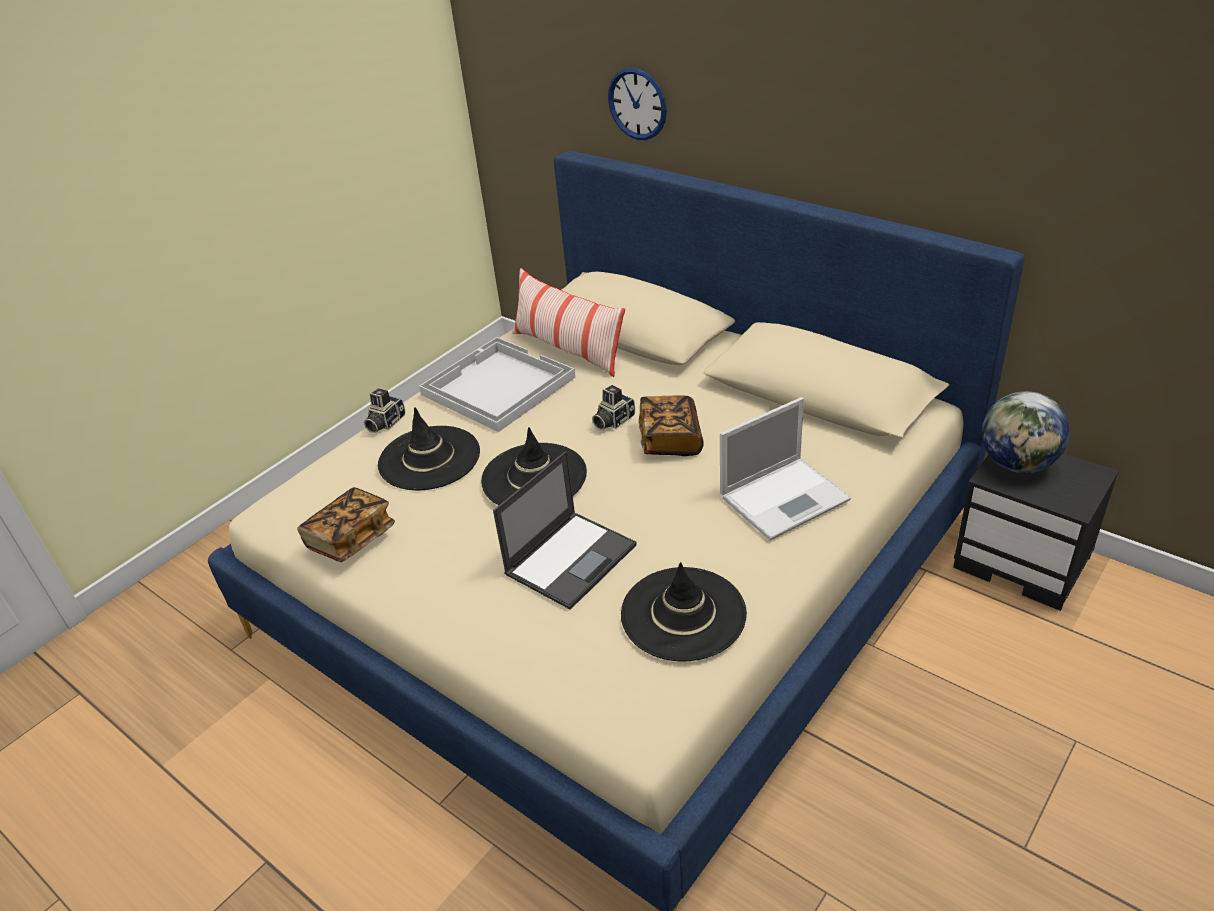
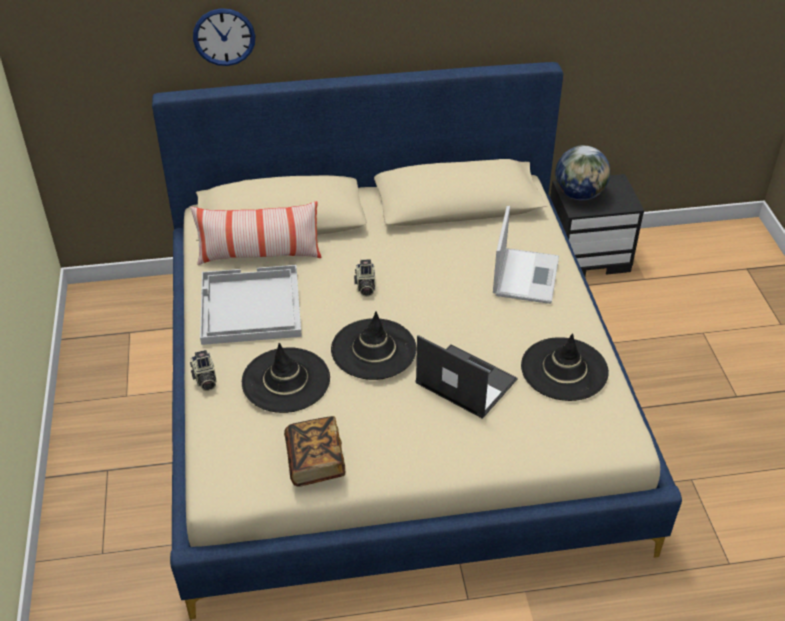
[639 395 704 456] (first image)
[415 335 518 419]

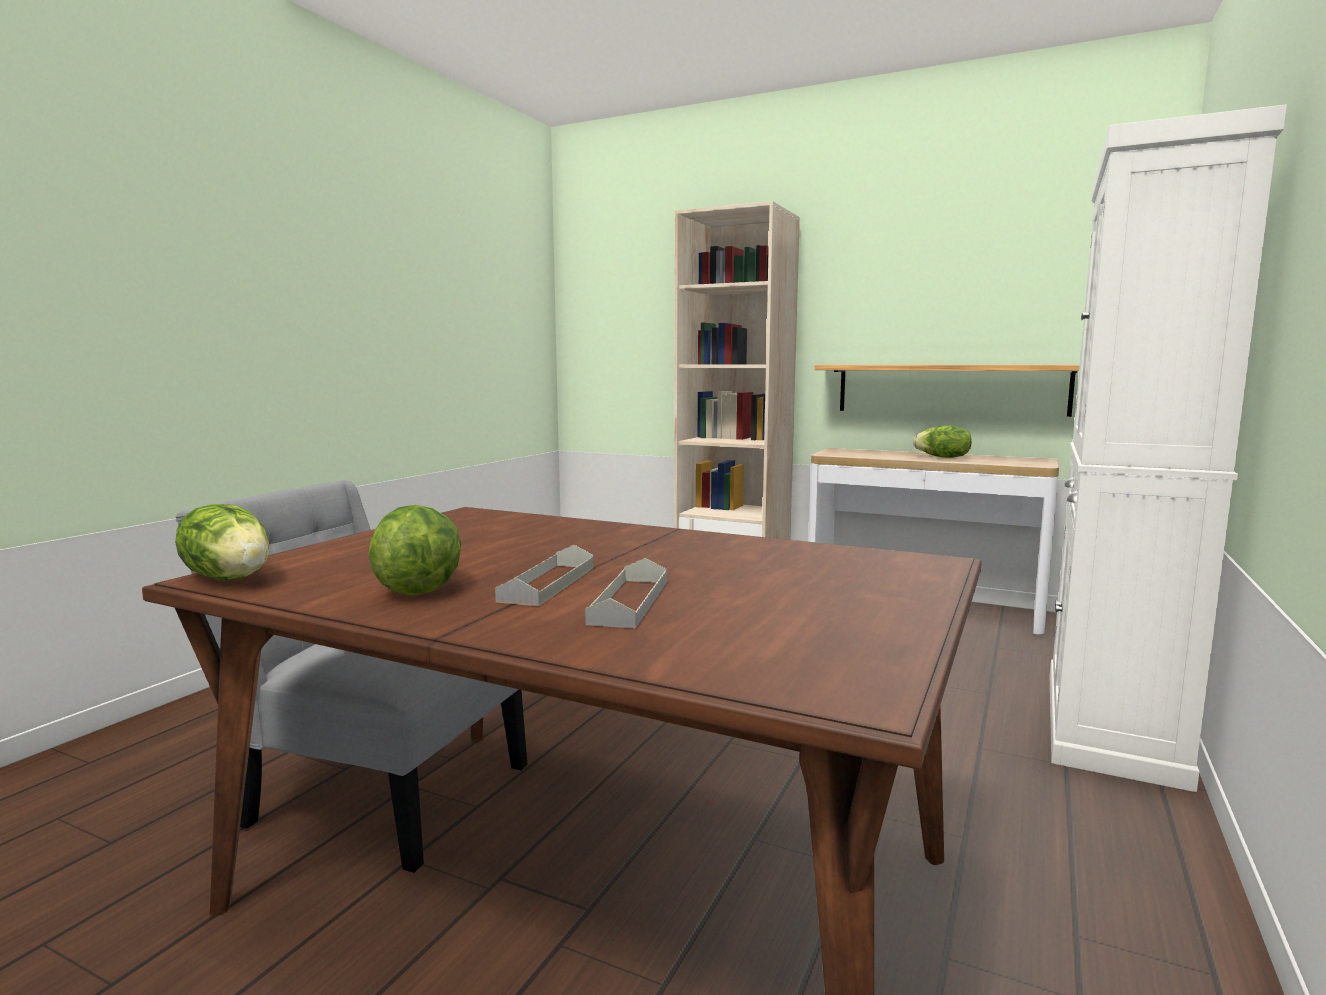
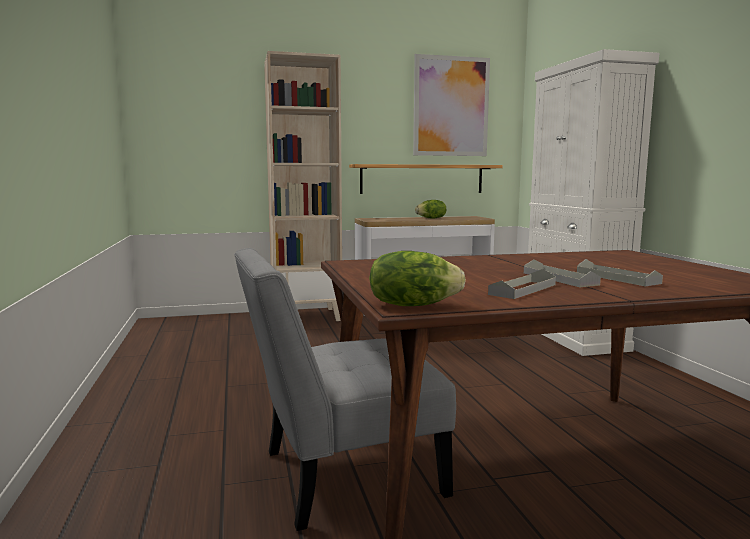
[413 54 490 156]
[488 269 556 299]

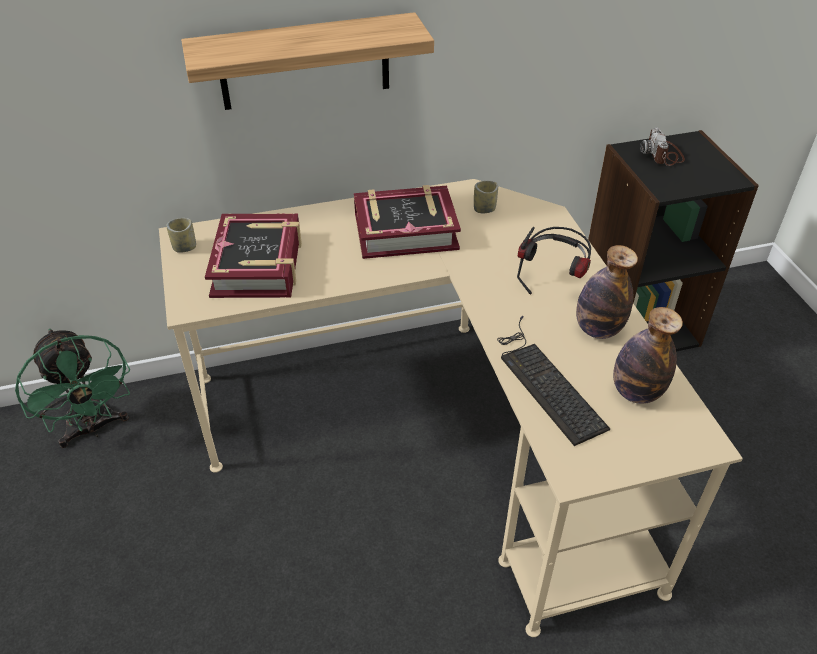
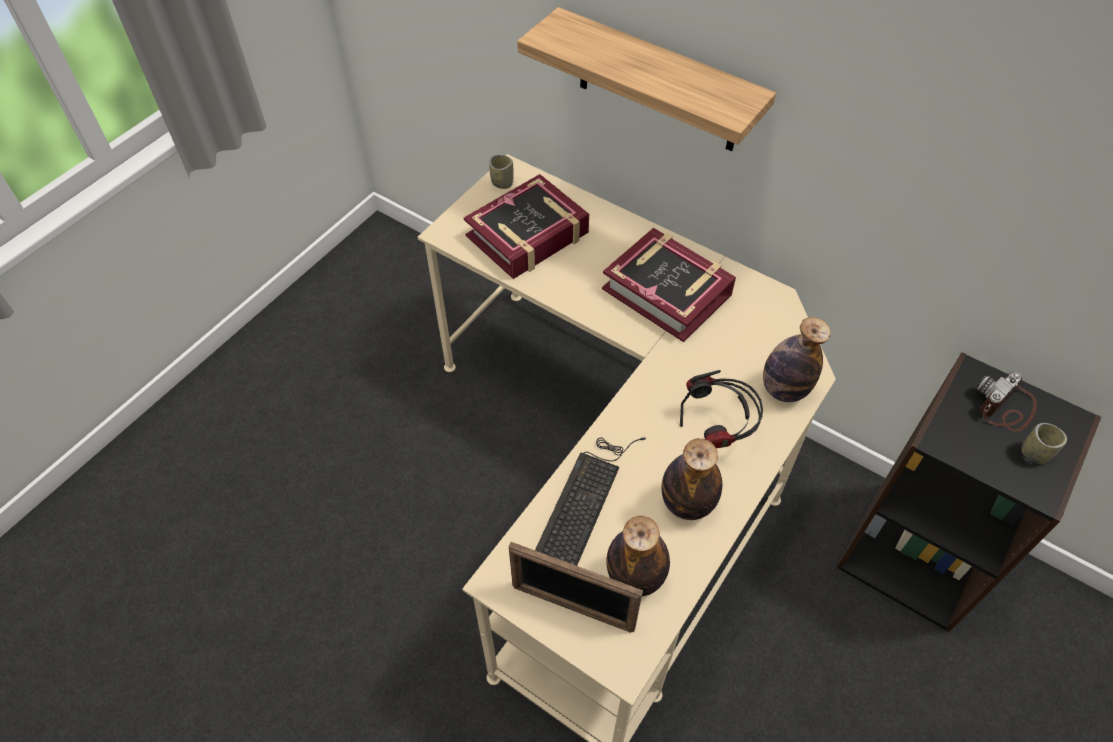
[15 329 130 448] (first image)
[509 542 643 633]
[763 317 831 402]
[1021 423 1067 464]

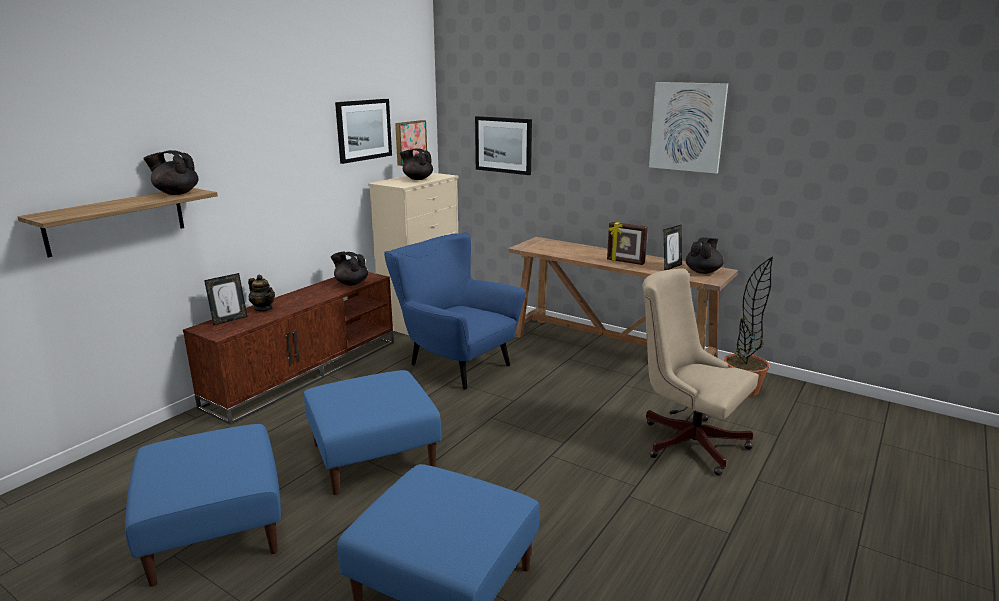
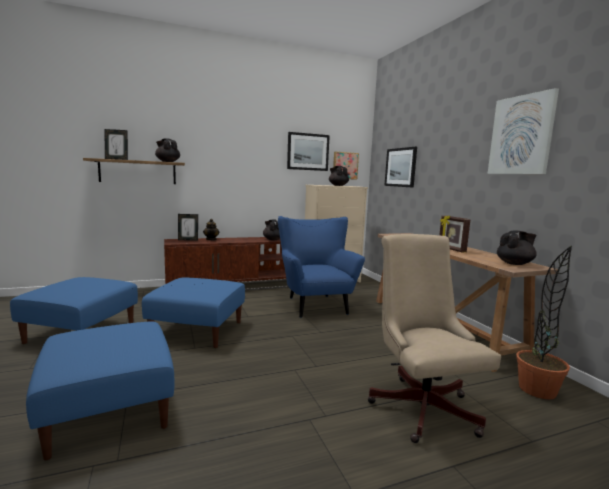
[105 129 128 160]

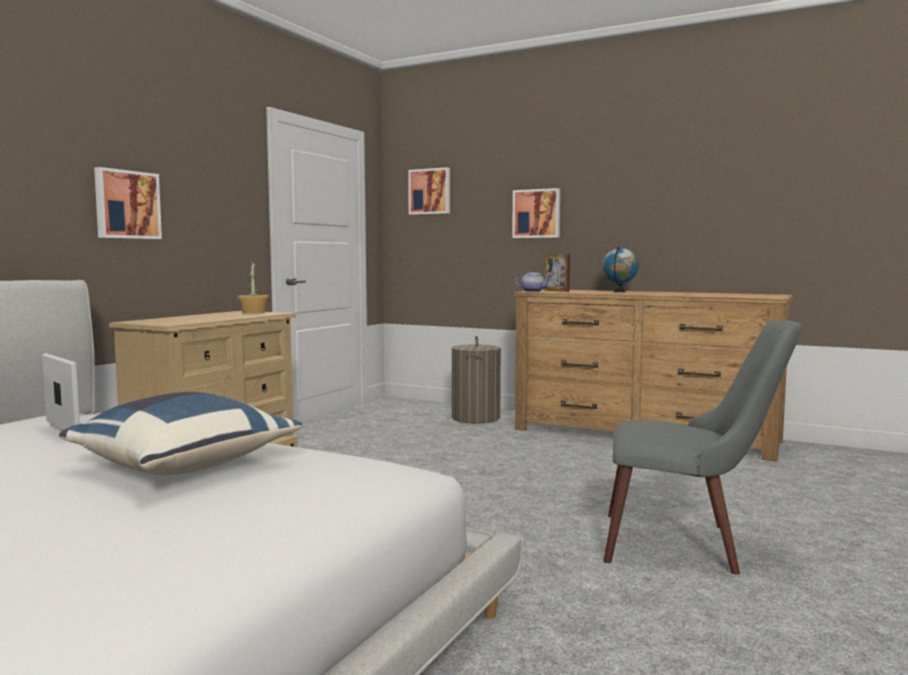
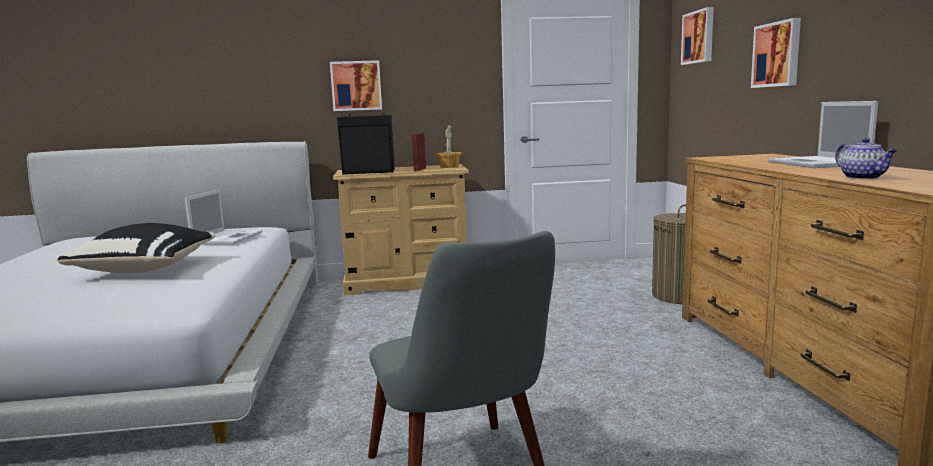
[337 113 395 175]
[835 138 897 179]
[412 133 426 171]
[768 101 878 168]
[57 223 216 273]

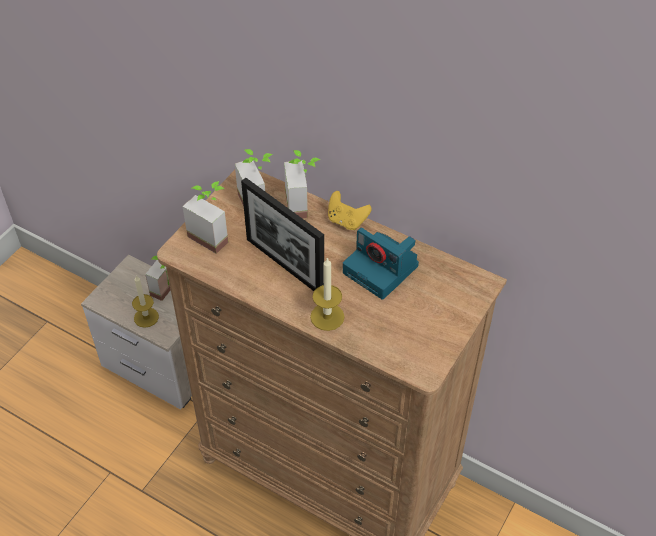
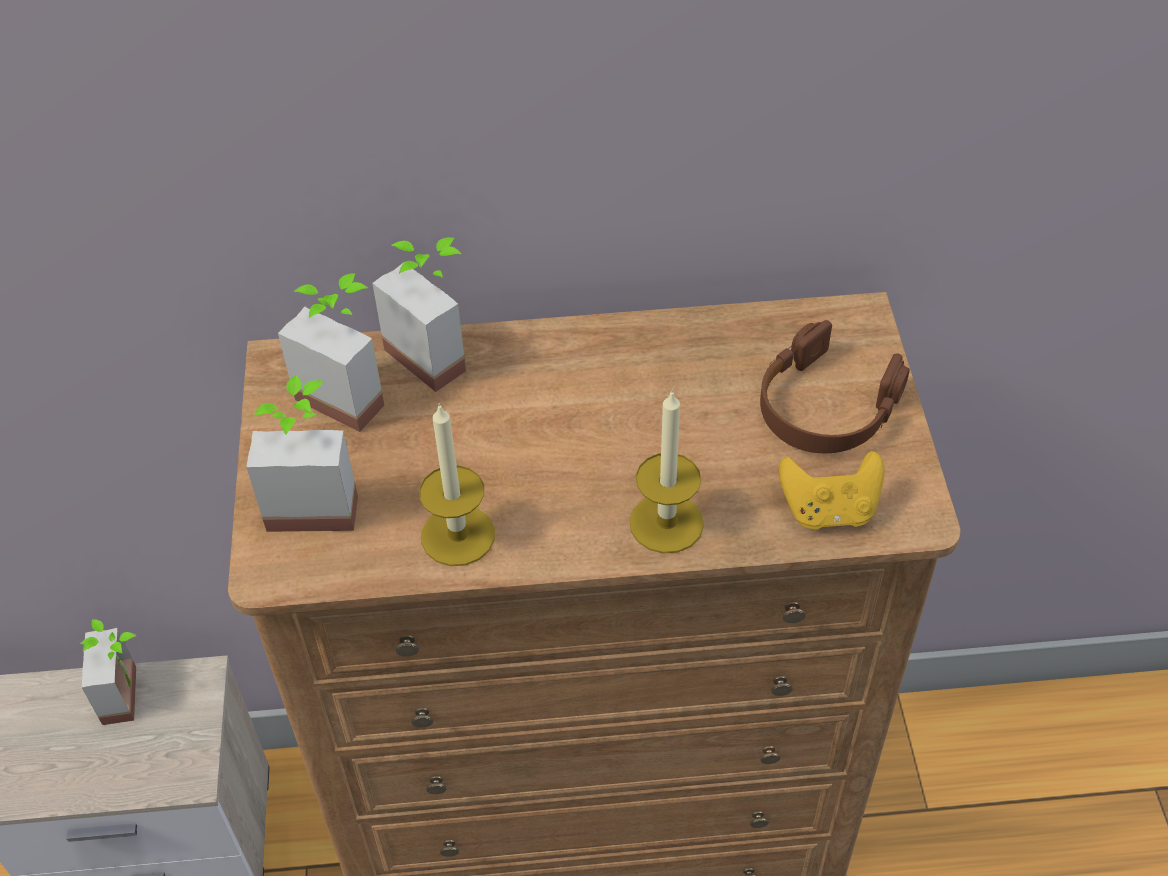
[241 178 324 291] (first image)
[343 228 419 300] (first image)
[760 320 910 453]
[419 403 495 566]
[778 451 884 529]

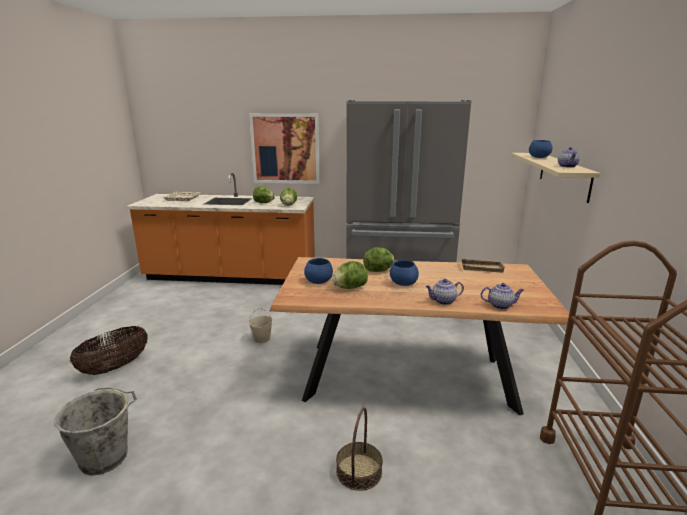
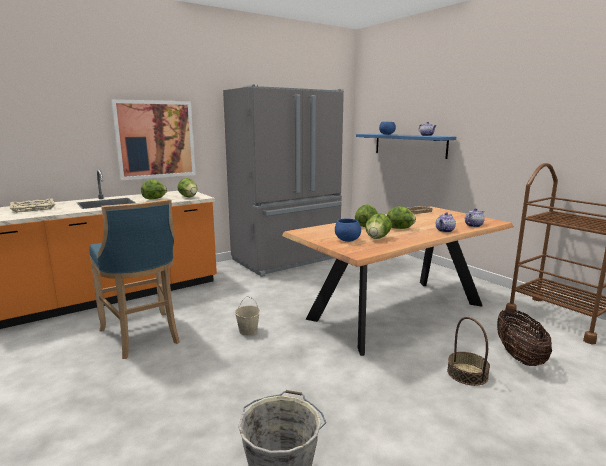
[90 199 180 359]
[497 309 552 366]
[387 206 416 229]
[356 134 456 159]

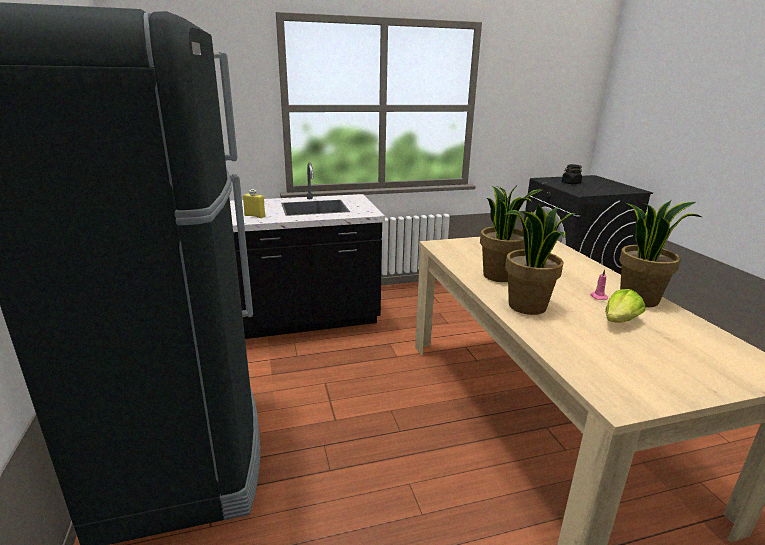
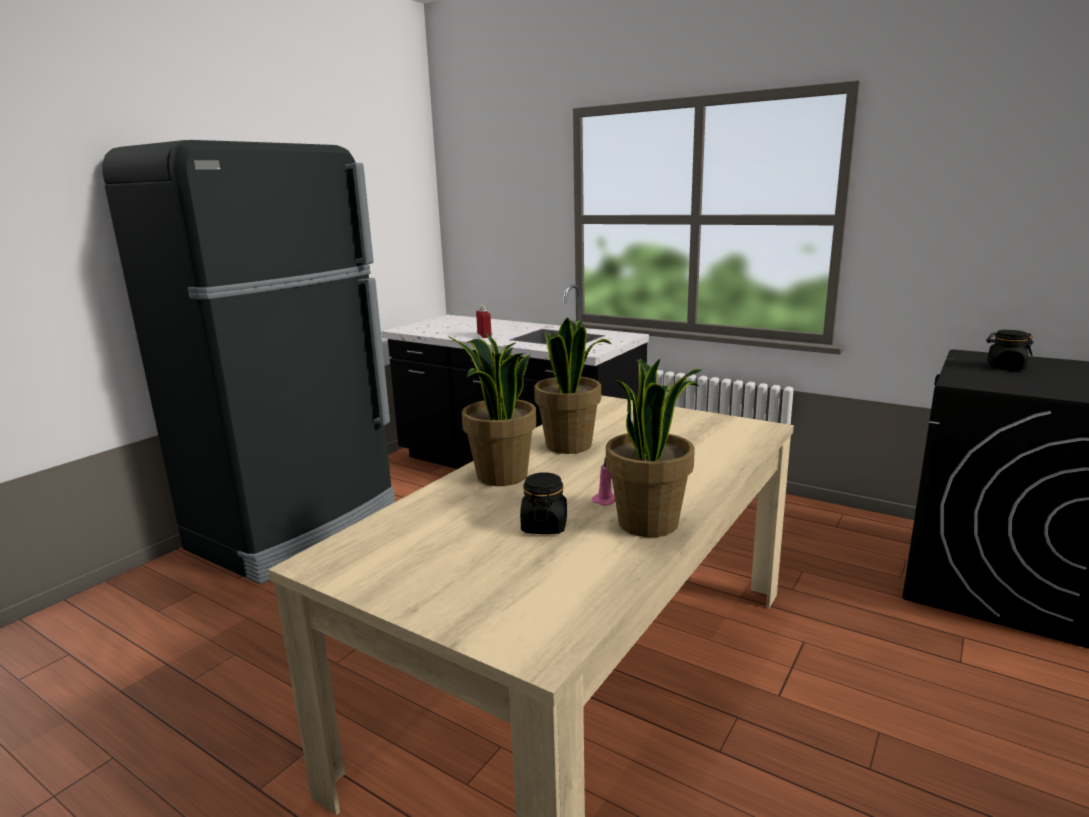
[520 472 567 534]
[476 305 492 338]

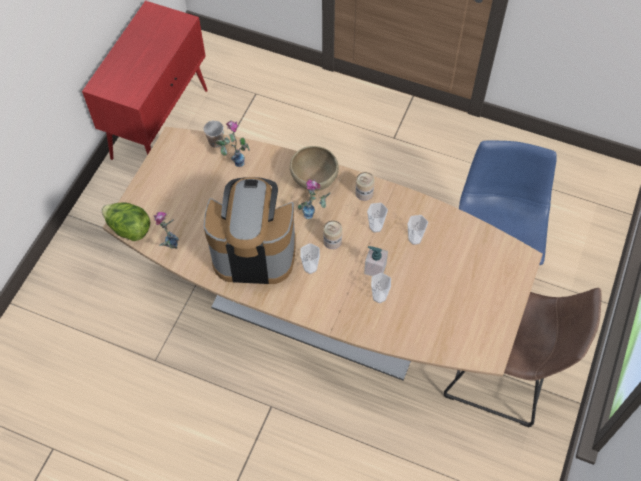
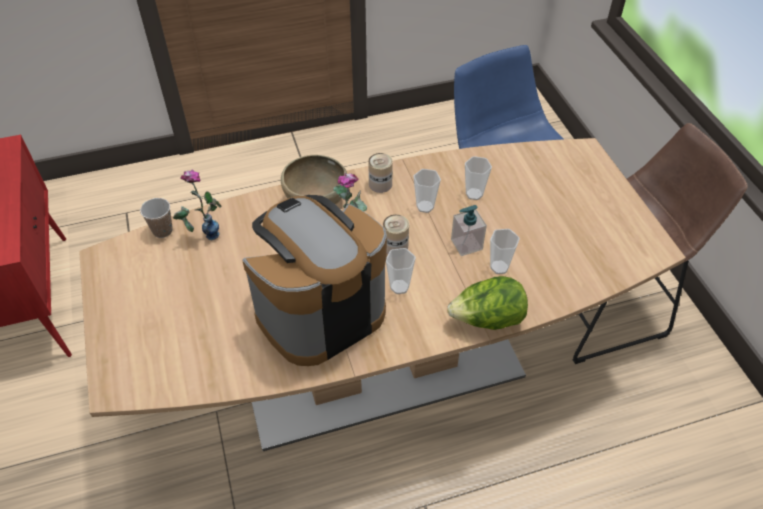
[154 212 179 249] (first image)
[447 276 528 330]

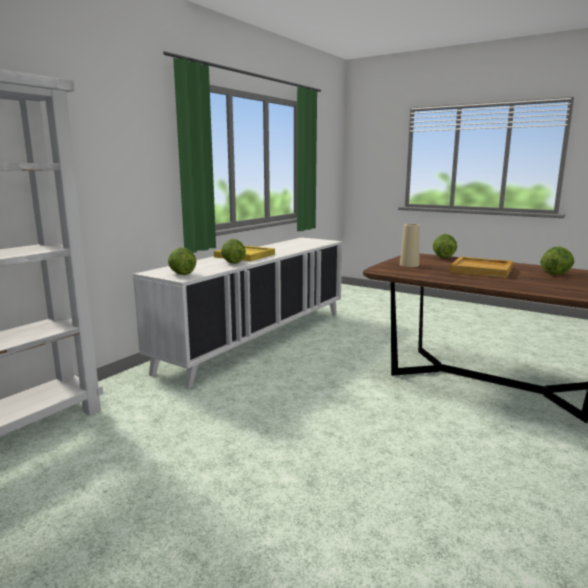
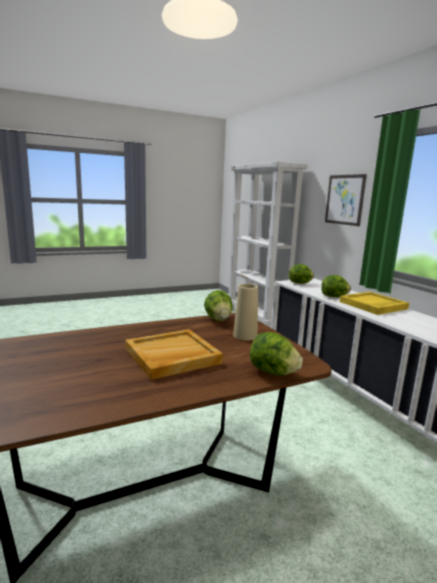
[325 174 367 226]
[204 290 233 321]

